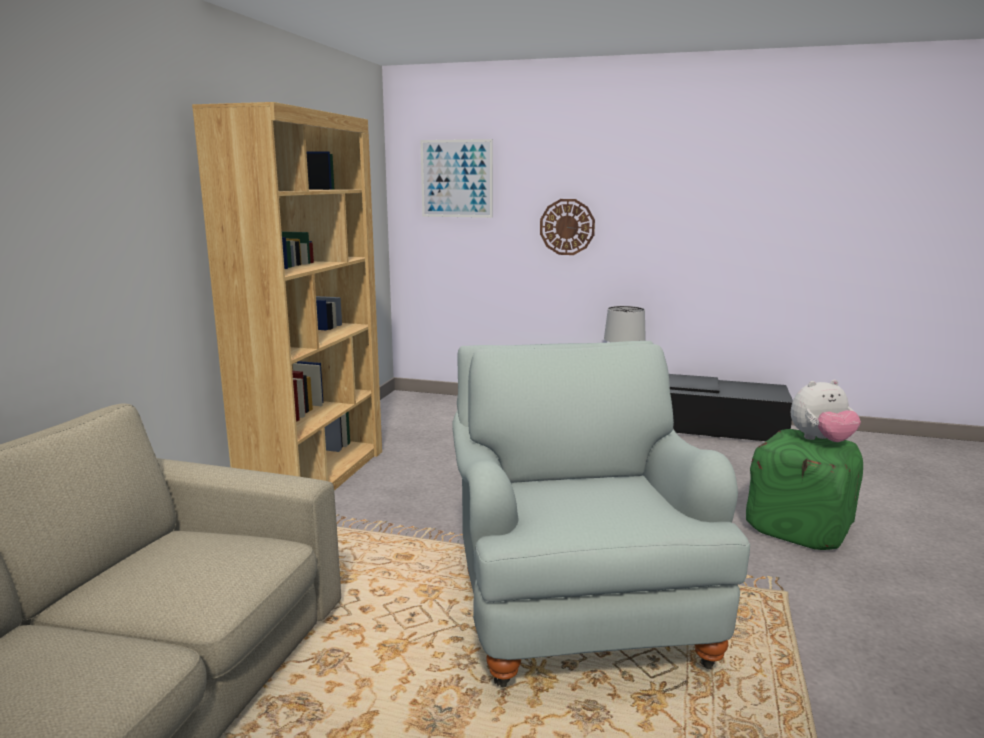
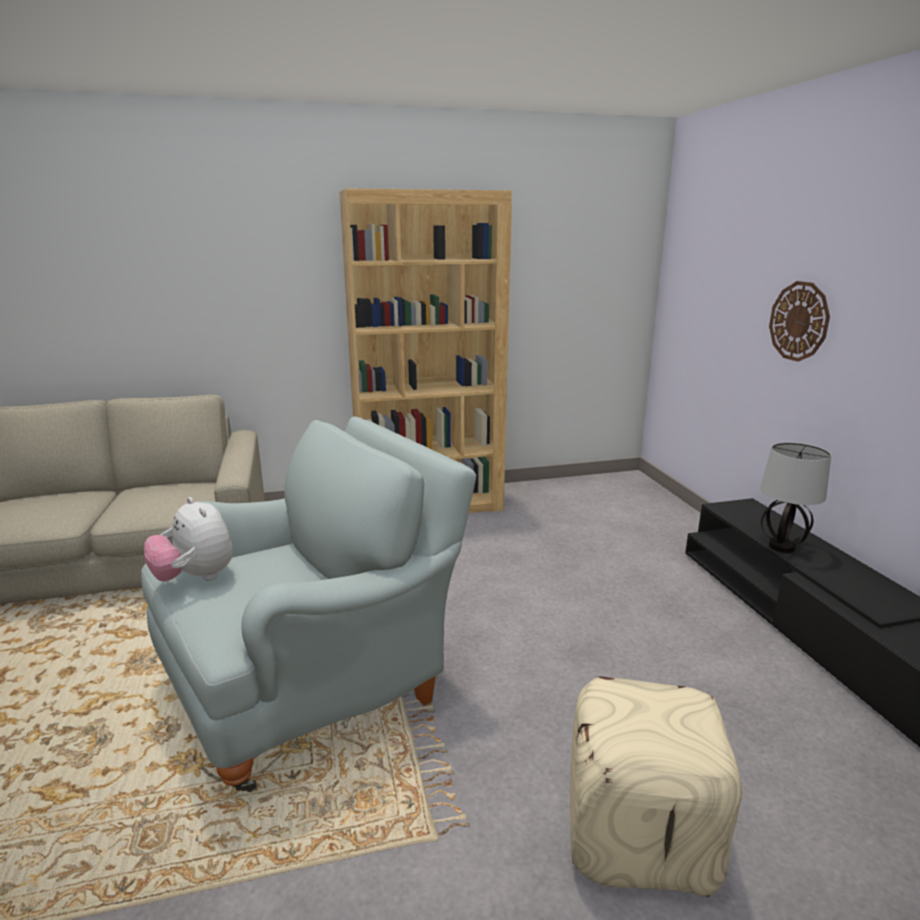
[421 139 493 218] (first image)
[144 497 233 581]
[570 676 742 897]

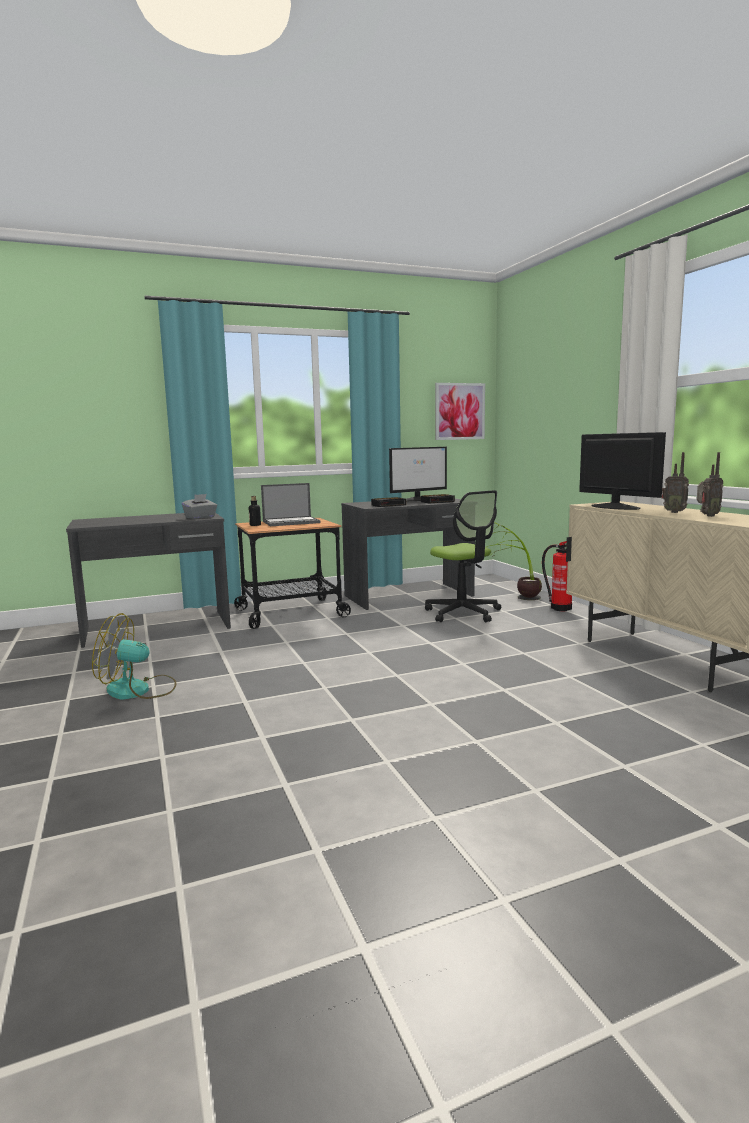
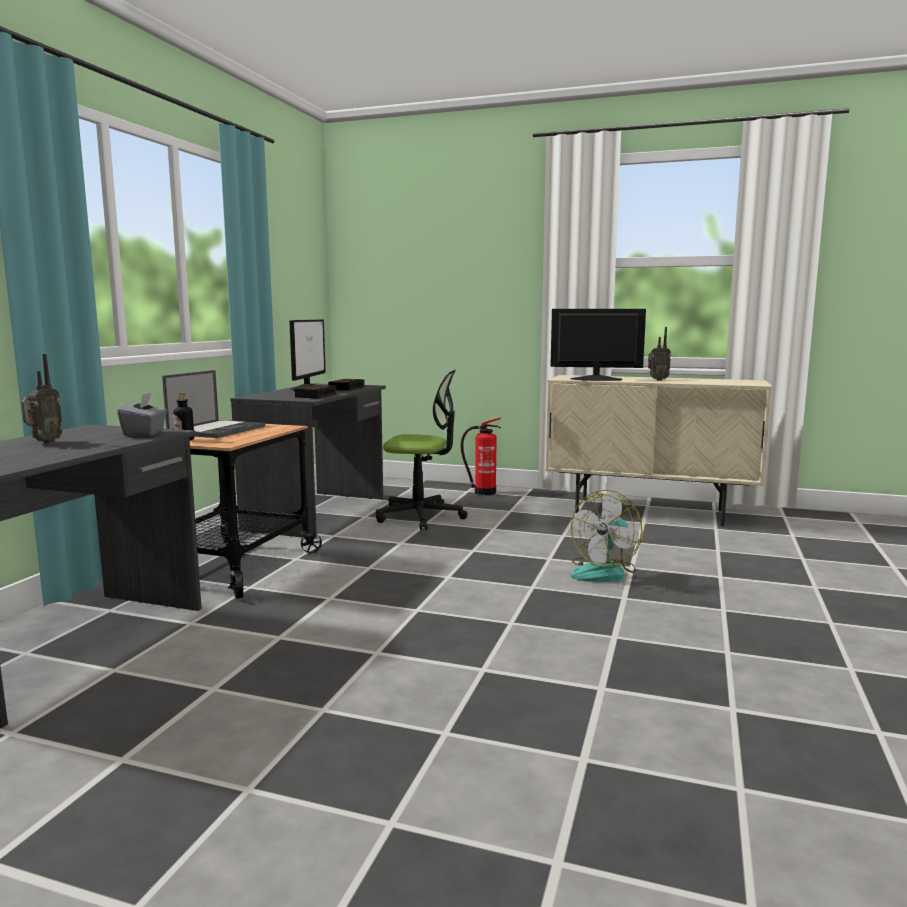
[435 383 485 440] (first image)
[487 522 542 600] (first image)
[570 490 643 582]
[21 354 63 443]

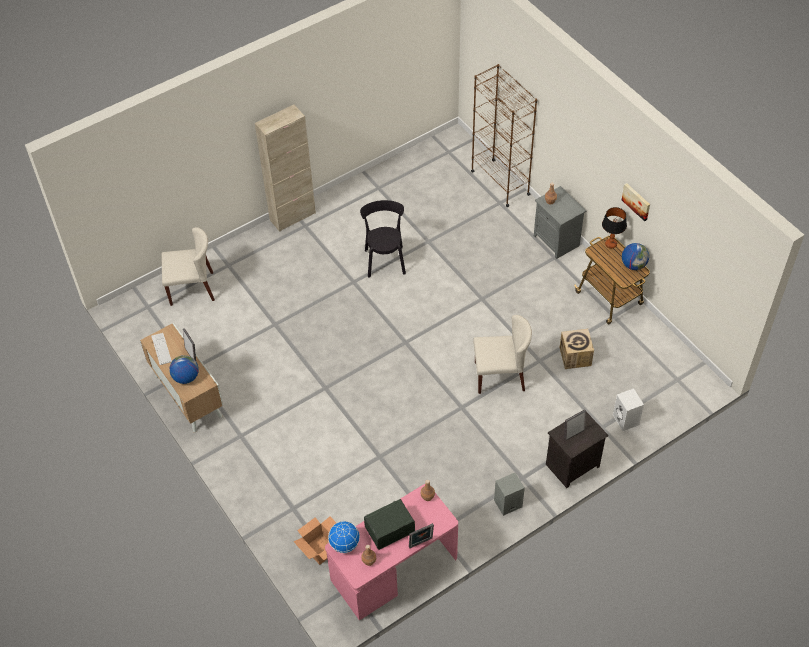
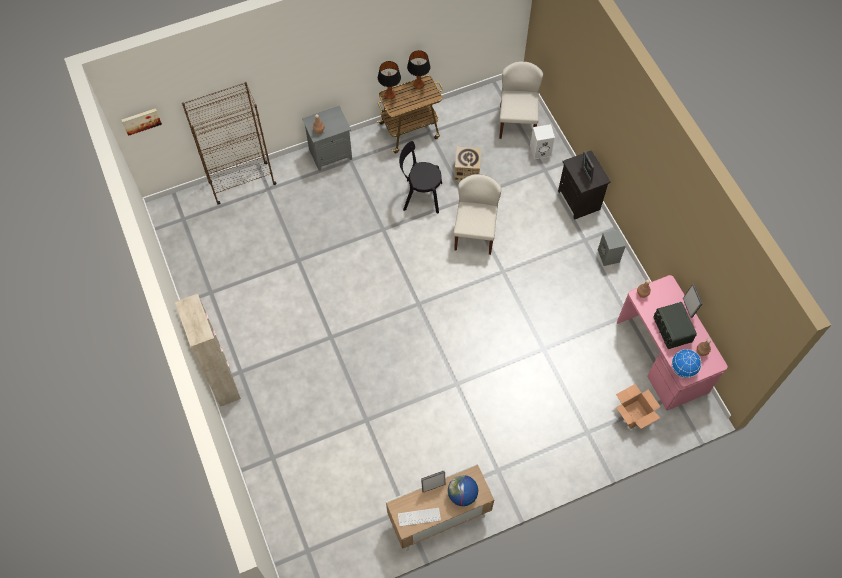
[499 61 543 139]
[399 141 442 214]
[122 108 162 136]
[407 50 431 89]

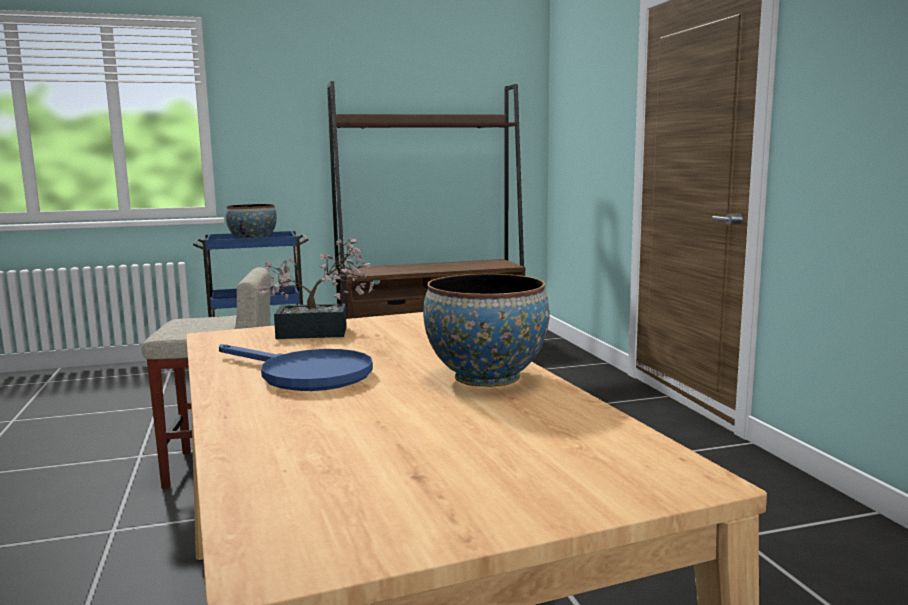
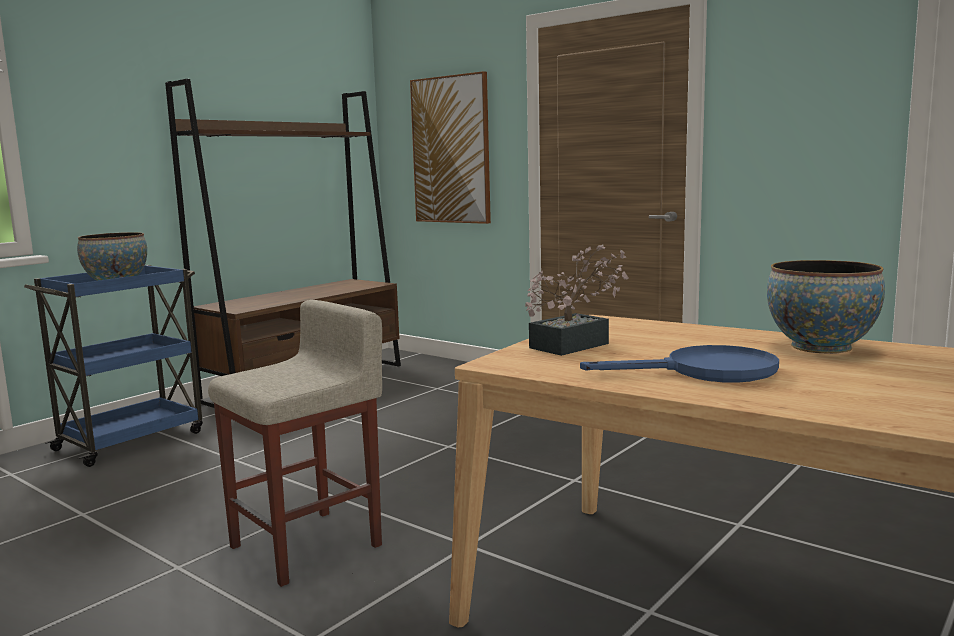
[410 71 491 224]

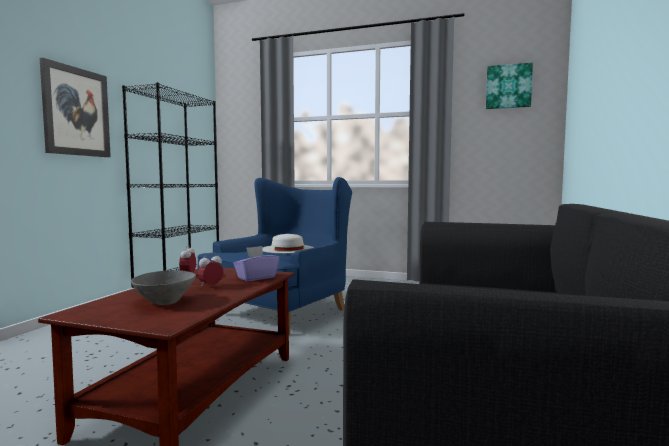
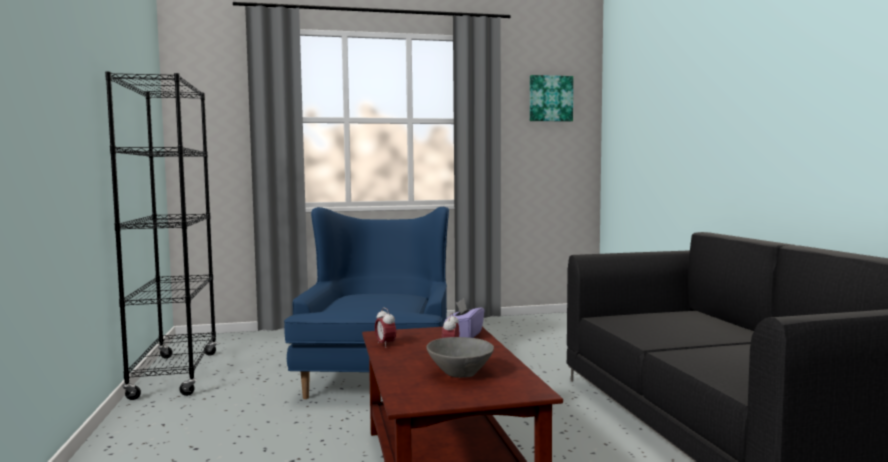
[40 58 111 157] (first image)
[262 234 314 253] (first image)

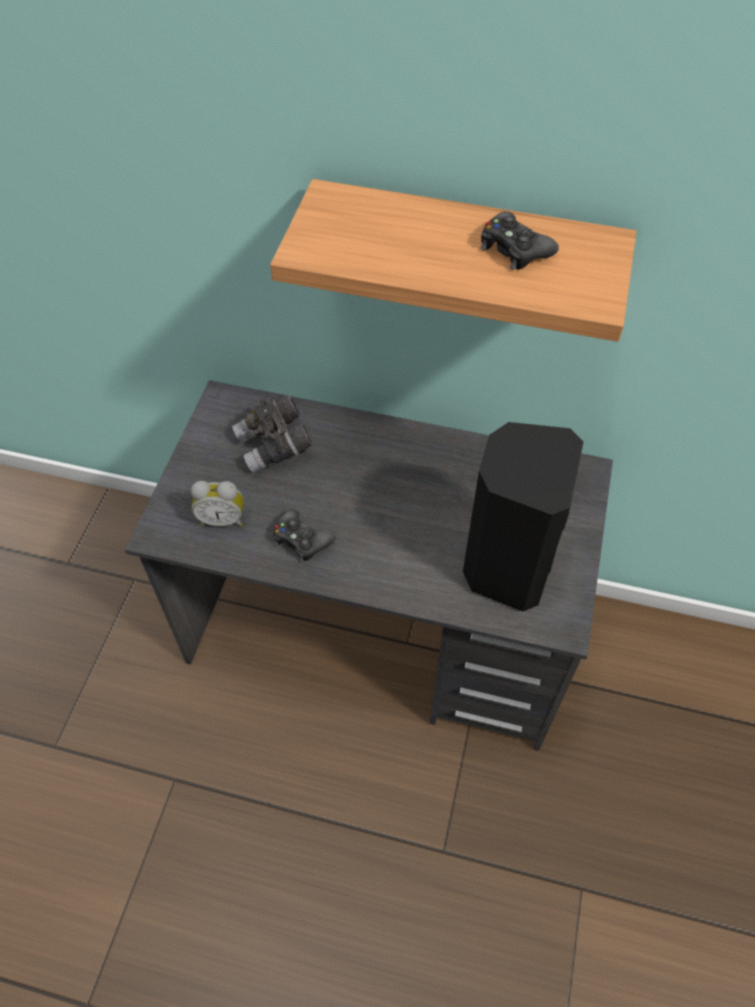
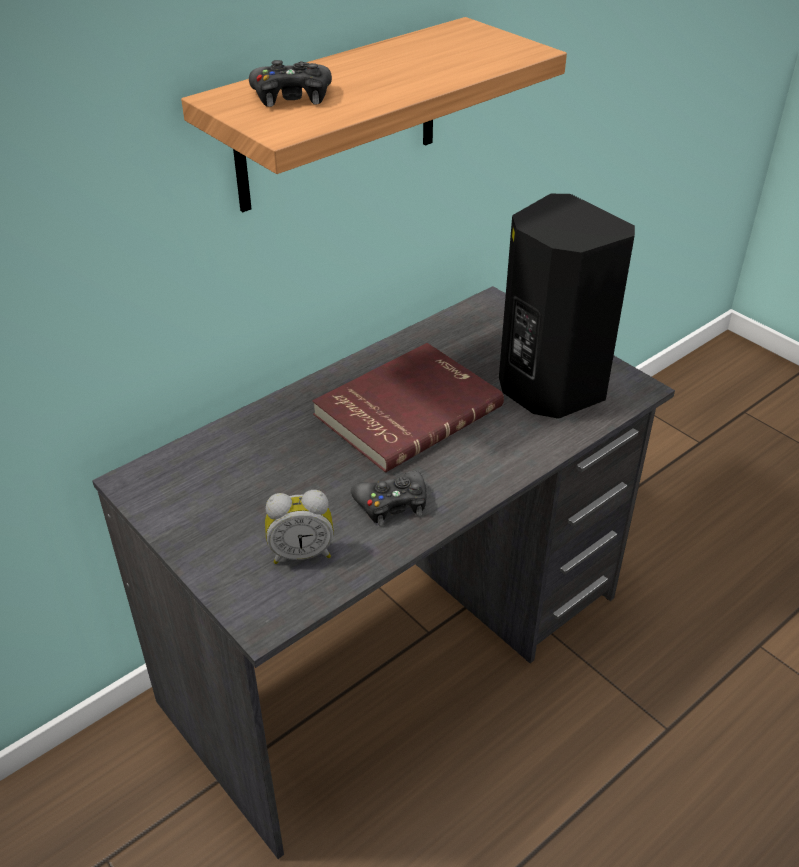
[232 395 312 473] (first image)
[312 343 504 473]
[249 60 332 107]
[265 490 334 564]

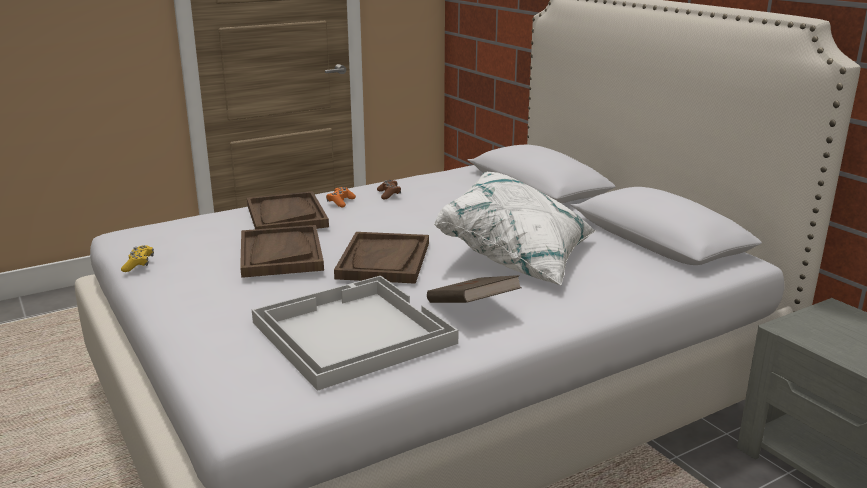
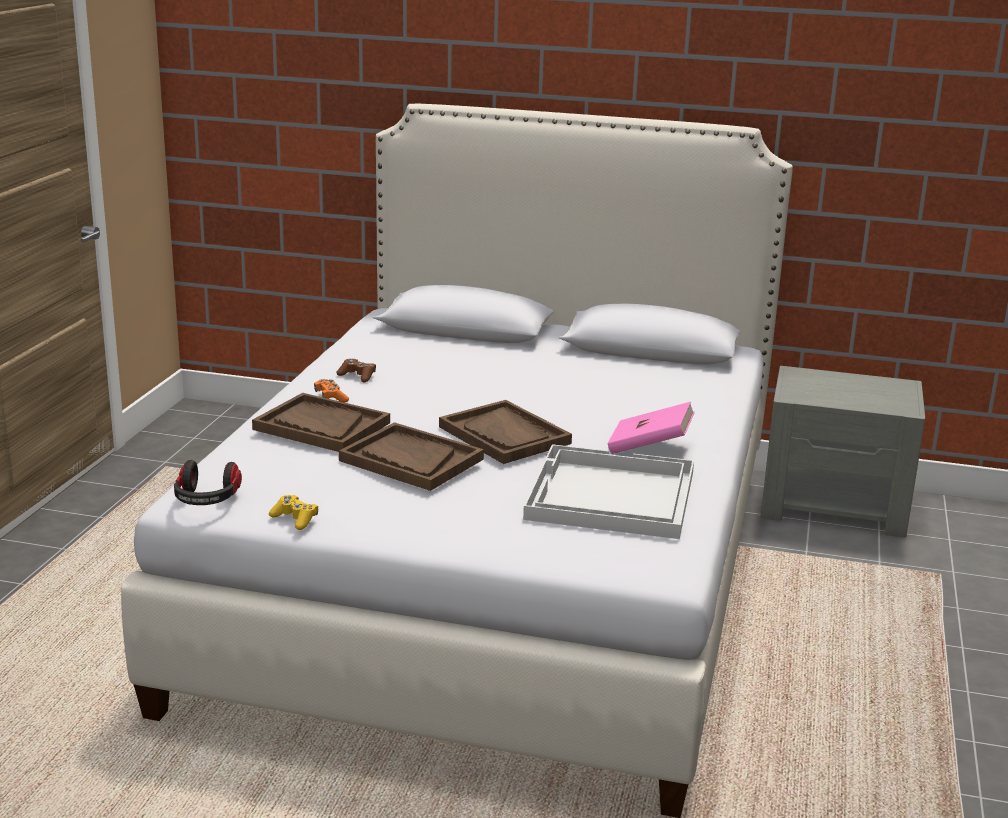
[433 172 595 285] (first image)
[174 460 242 505]
[608 402 695 454]

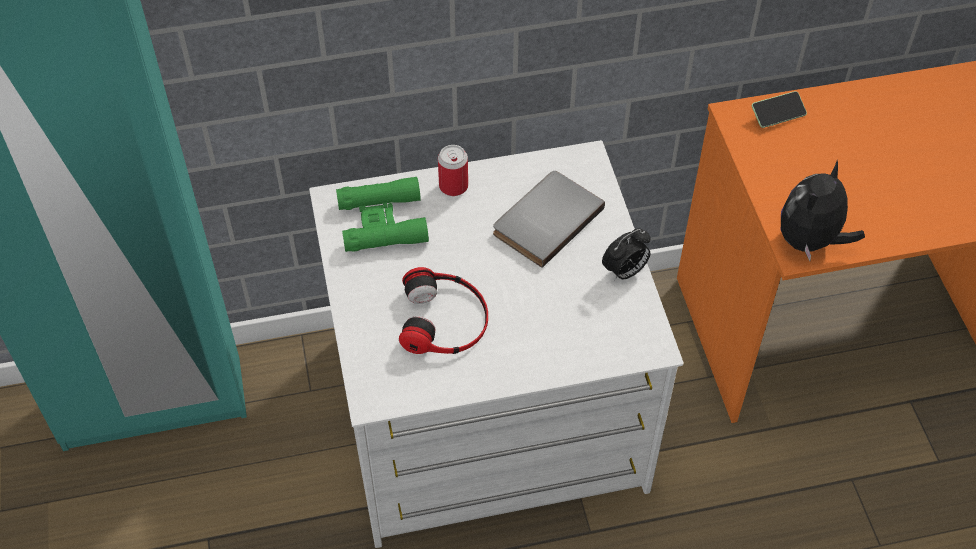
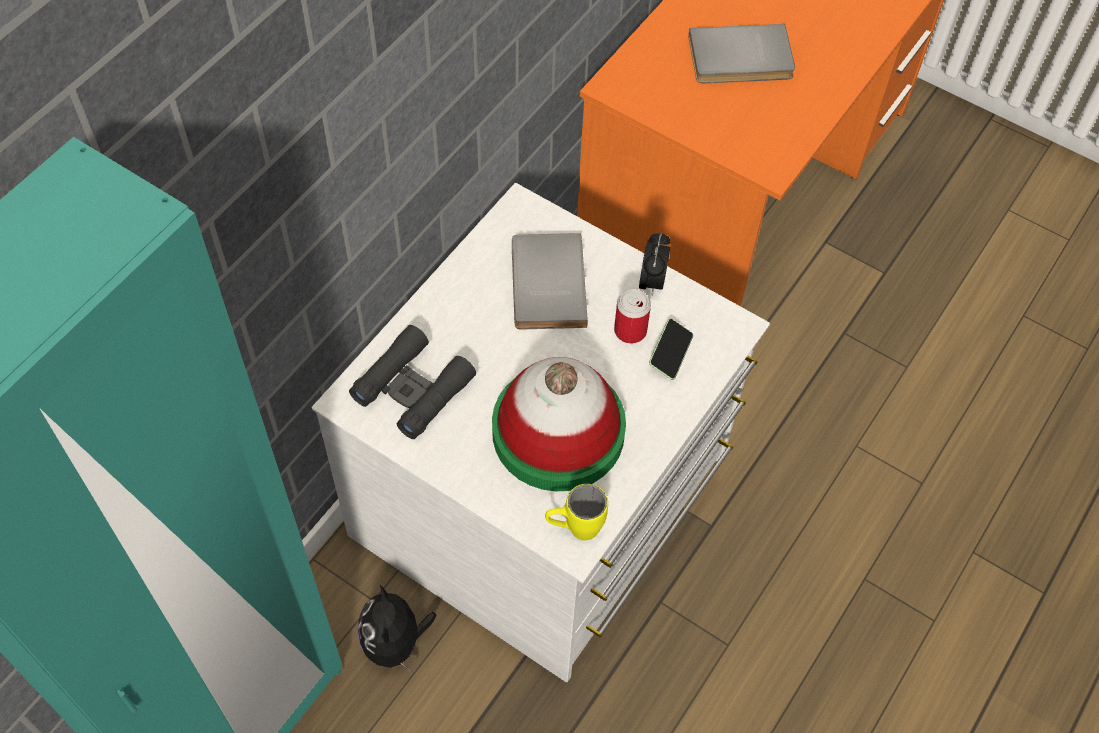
[545 484 608 540]
[688 24 795 83]
[614 289 651 343]
[649 318 693 380]
[358 585 437 672]
[492 357 626 491]
[349 325 476 439]

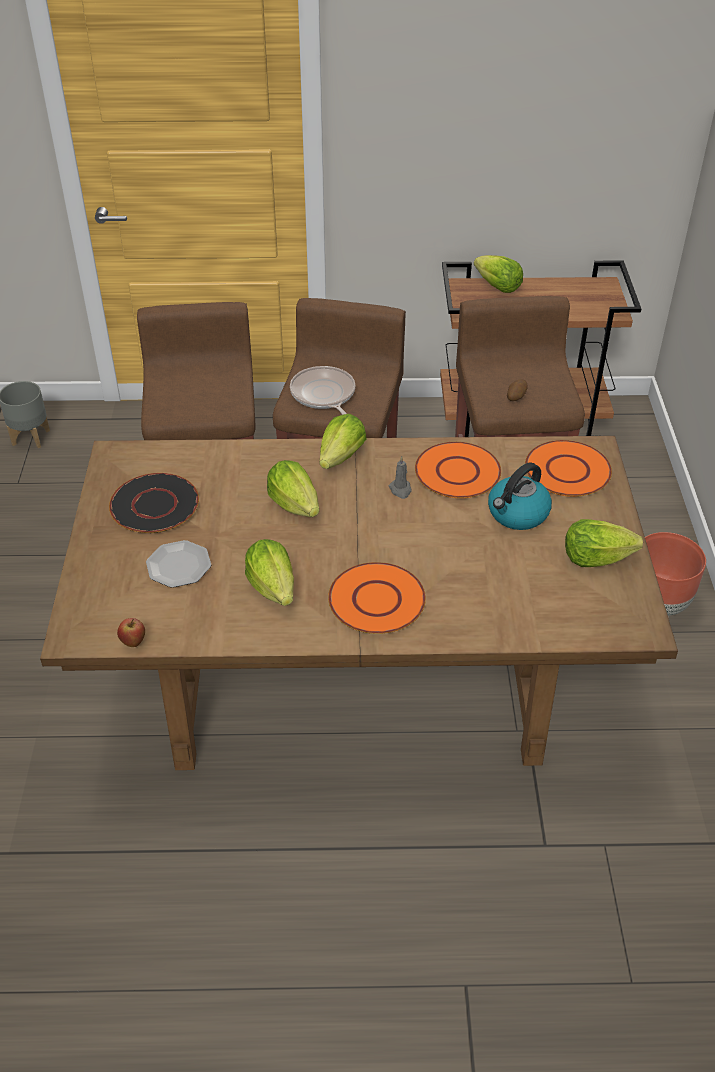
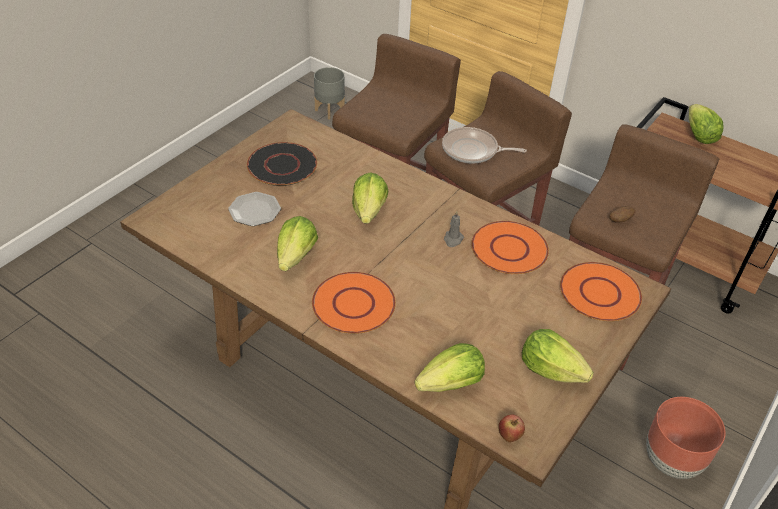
[488 462 552 530] (first image)
[498 414 525 442]
[415 343 485 392]
[442 127 527 163]

